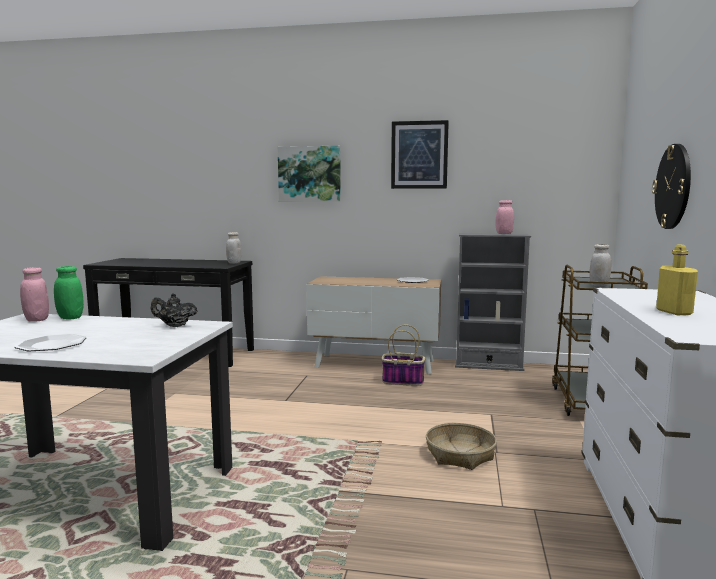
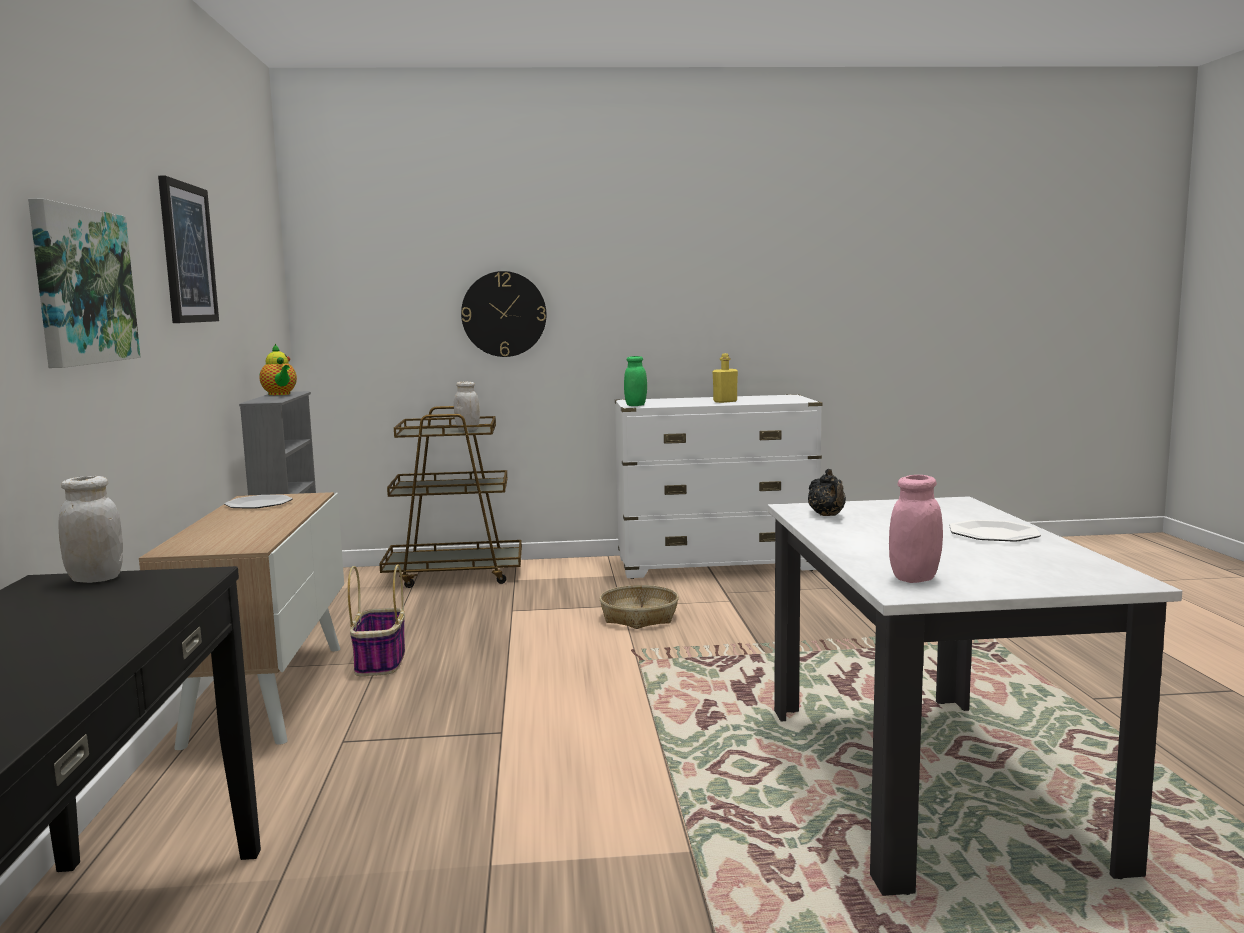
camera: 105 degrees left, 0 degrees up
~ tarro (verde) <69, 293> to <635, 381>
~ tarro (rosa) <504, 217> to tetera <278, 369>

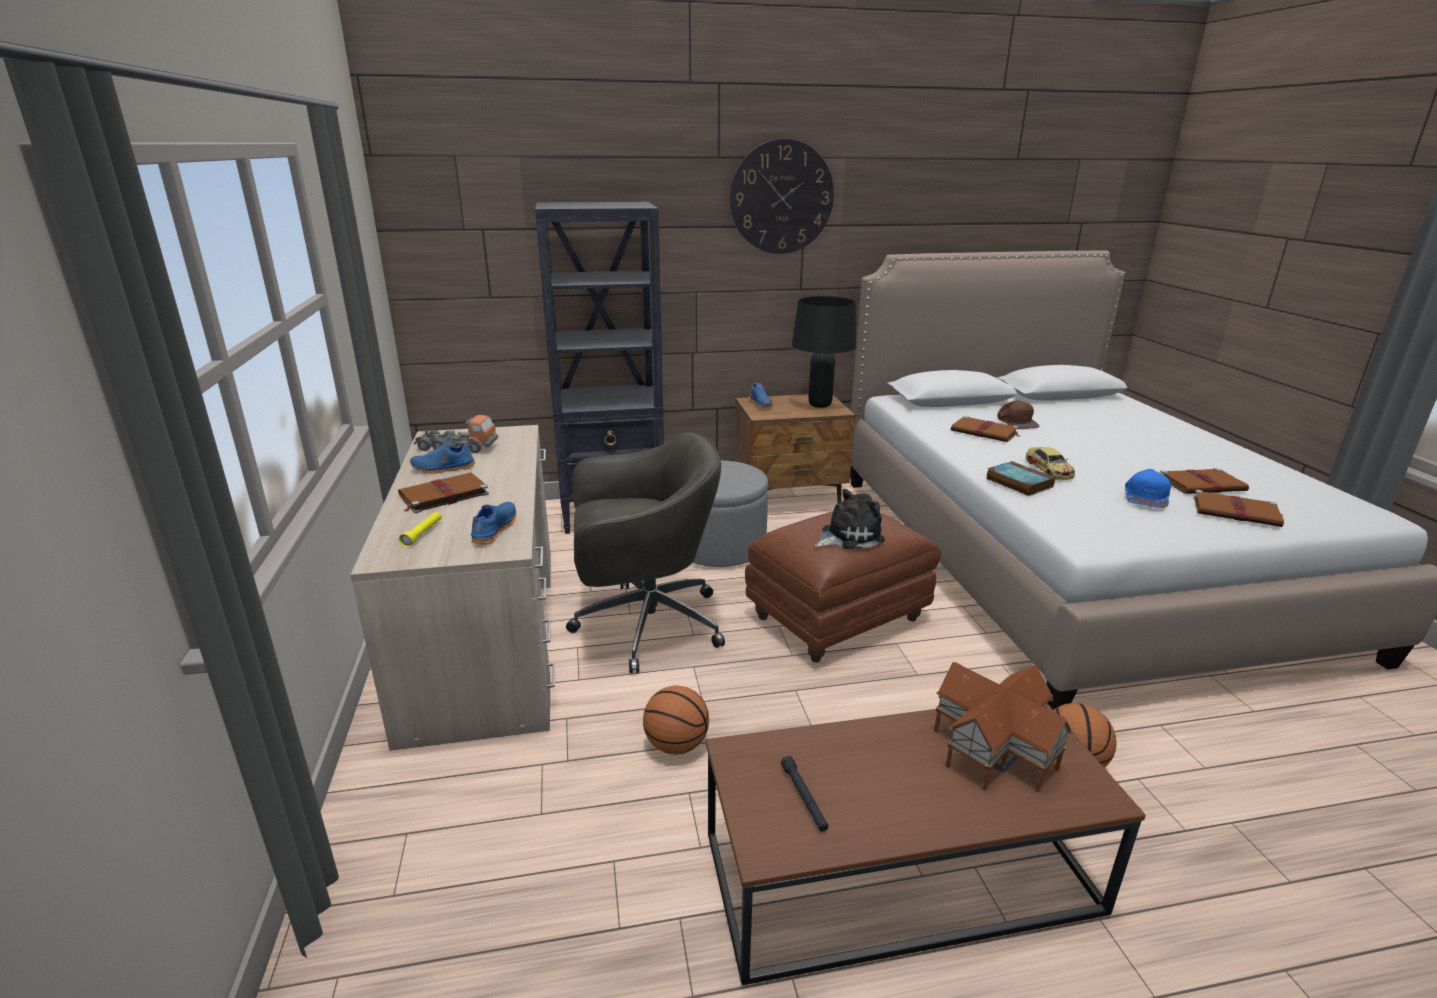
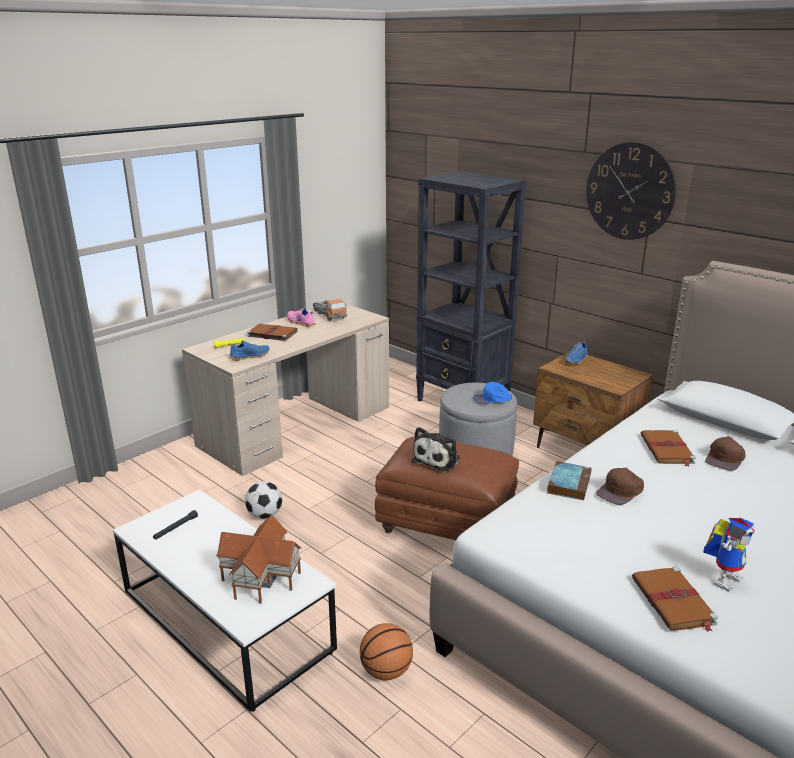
camera: 55 degrees right, 0 degrees up
- silla de oficina (gris) <645, 553>
- lámpara de mesa (negro) <824, 352>
~ gorra (azul) <1148, 488> to <492, 393>
~ balón de baloncesto <676, 720> to balón de fútbol <263, 500>
~ coche de juguete <1050, 463> to gorra (marrón) <620, 486>
~ libro (marrón) <1204, 481> to robot de juguete <729, 554>
~ zapato (azul) <442, 457> to zapato (rosa) <301, 317>
~ mesa de centro (marrón) <926, 844> to mesa de centro (blanco) <225, 601>
~ peluche <850, 519> = <436, 449> 90 degrees clockwise

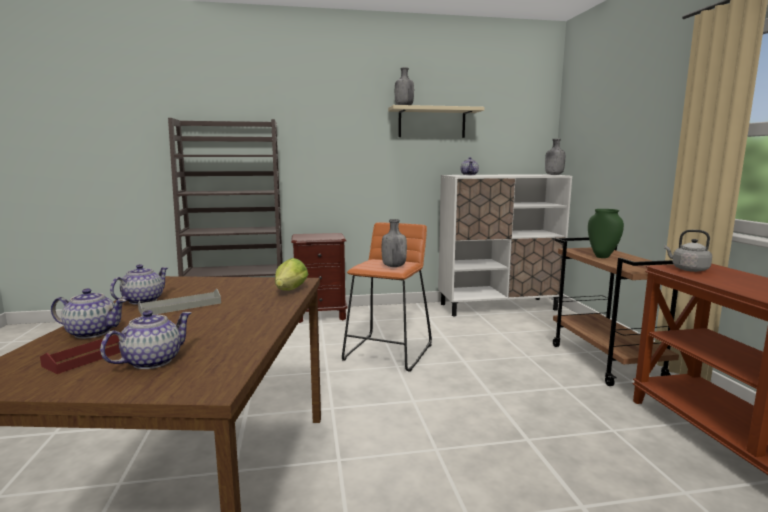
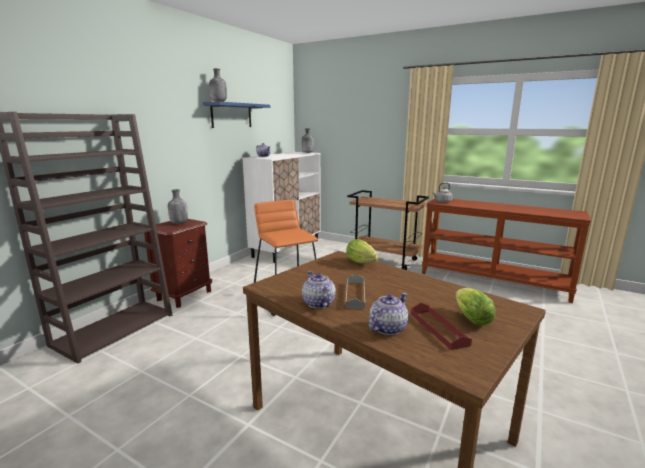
camera: 50 degrees left, 5 degrees up
- florero (verde) <606, 233>
~ botella (gris) <394, 243> to <178, 206>
~ tetera <146, 339> to lechuga <476, 306>
~ estante (beis) <436, 121> to estante (azul) <236, 115>

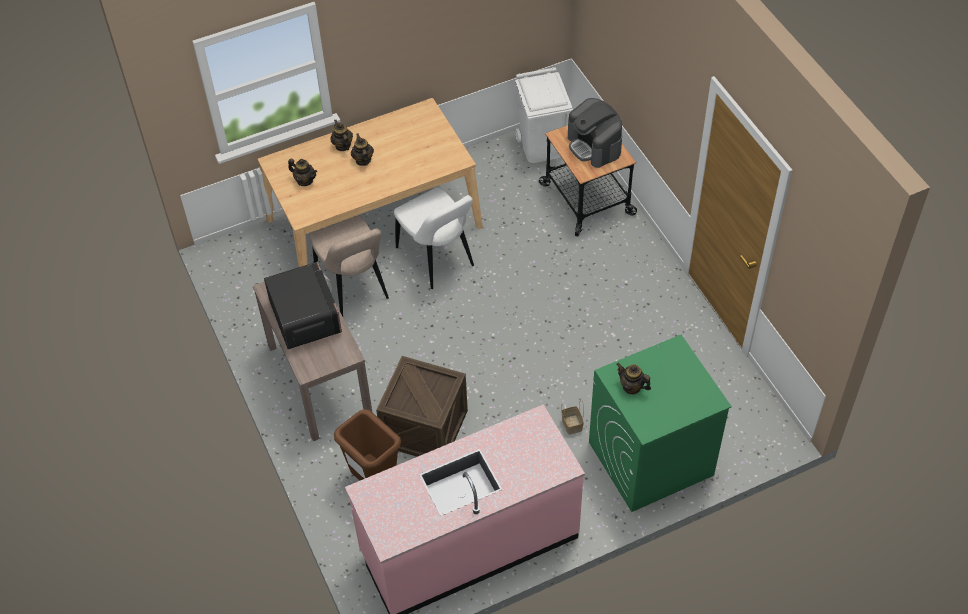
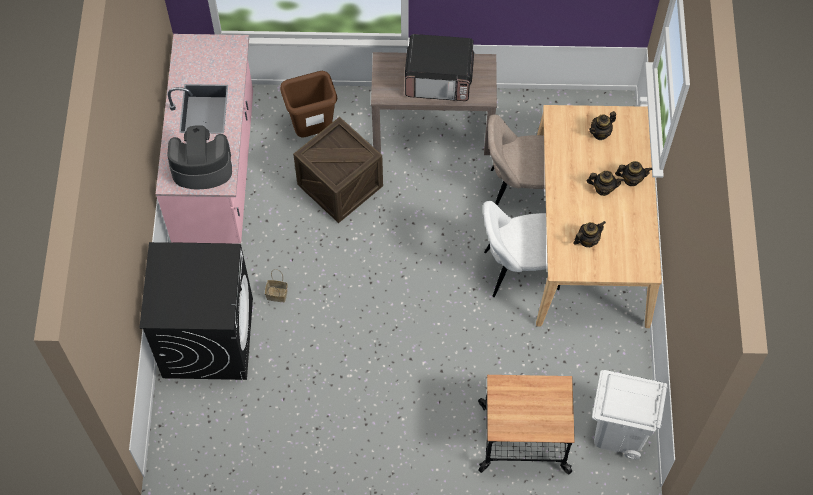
camera: 115 degrees right, 10 degrees up
~ cafetera <595, 133> to <199, 157>
~ tetera <633, 379> to <589, 234>
~ lavadora (verde) <660, 423> to lavadora (negro) <196, 311>

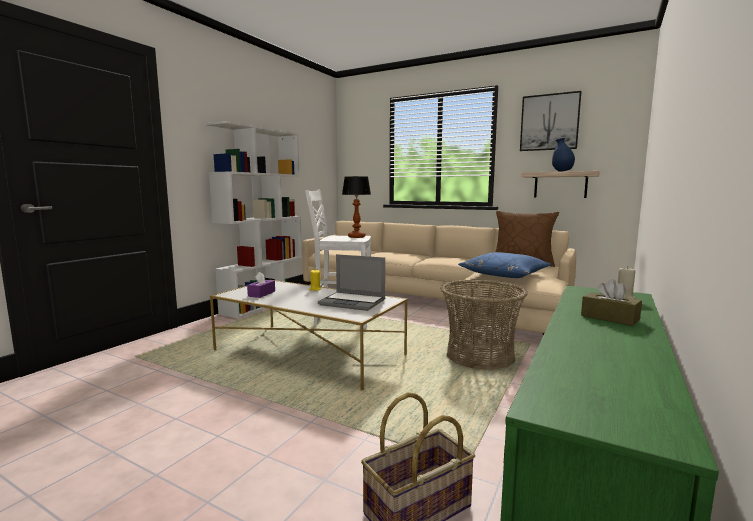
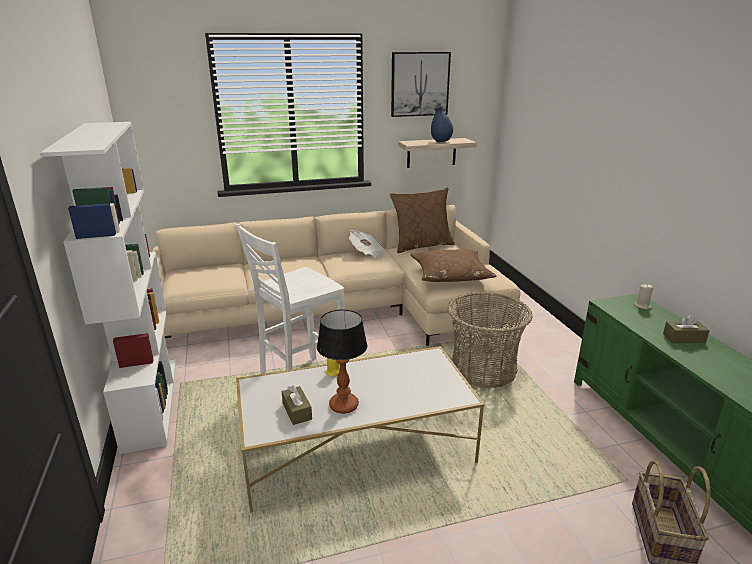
camera: 45 degrees left, 15 degrees up
- portátil <351, 282>
+ periódico <367, 244>
~ lámpara de mesa <356, 207> to <342, 362>
~ caja de pañuelos (morado) <261, 285> to caja de pañuelos (marrón) <297, 405>
~ cojín (azul) <504, 265> to cojín (marrón) <454, 265>

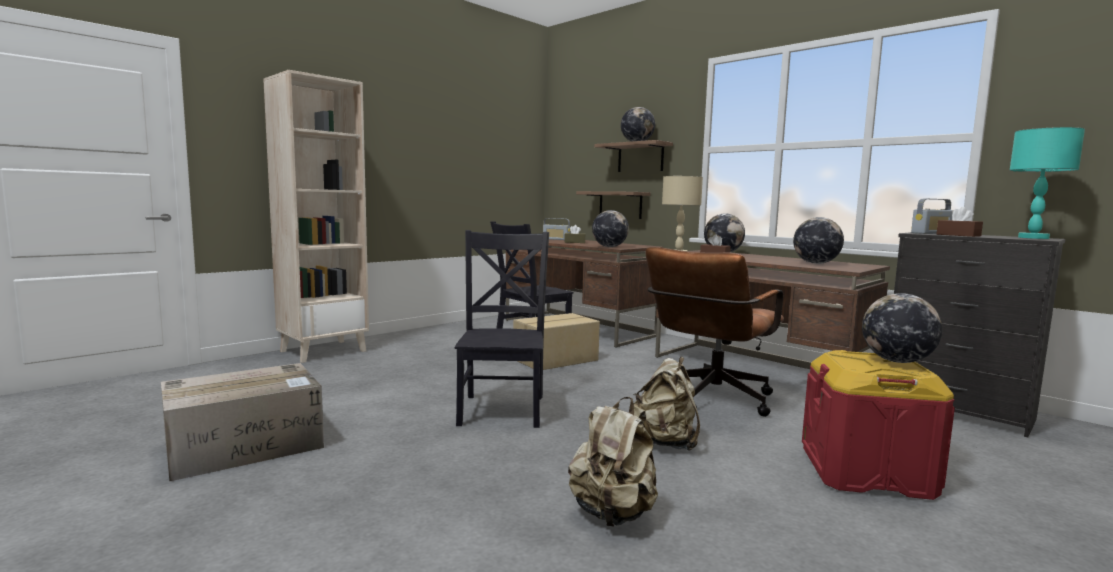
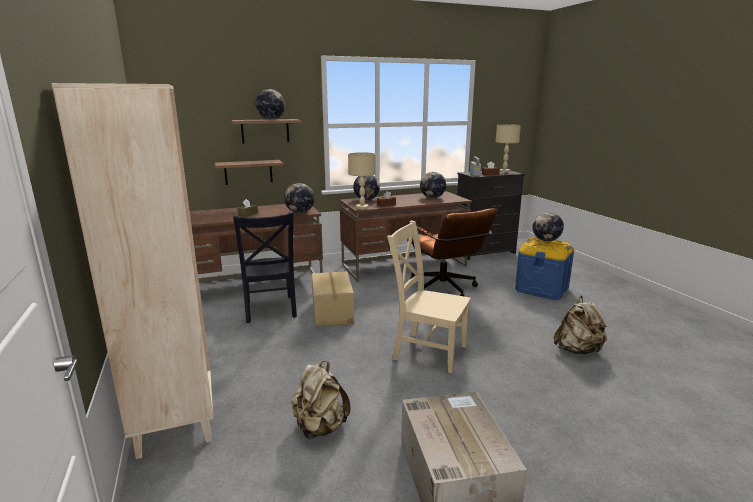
camera: 65 degrees left, 10 degrees up
- radio <556, 229>
~ mochila (beis) <666, 404> to <320, 400>
~ silla (negro) <502, 329> to silla (beis) <429, 296>
~ caja de almacenaje (rojo) <878, 425> to caja de almacenaje (azul) <544, 269>
~ lámpara de mesa (turquesa) <1047, 183> to lámpara de mesa (beis) <508, 148>

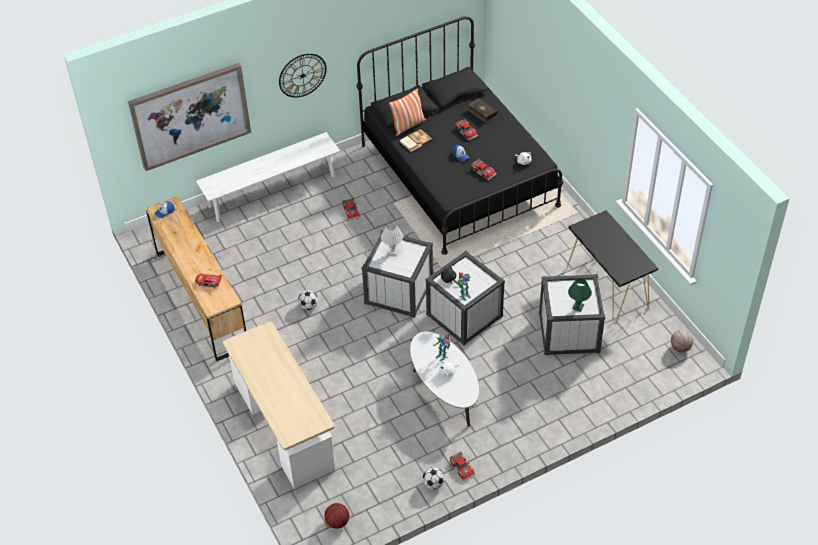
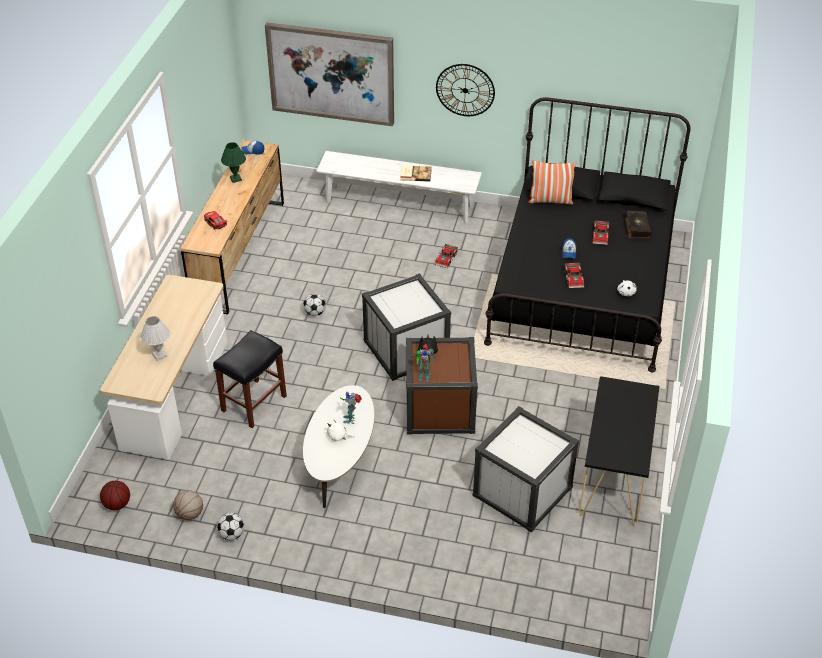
camera: 40 degrees right, 5 degrees down
- coche de juguete <462, 466>
+ taburete (negro) <250, 379>
~ lámpara de mesa (blanco) <392, 239> to <155, 338>
~ libro <416, 140> to <416, 173>
~ lámpara de mesa (verde) <580, 295> to <233, 162>
~ balón de baloncesto <682, 341> to <188, 505>
~ caja de almacenaje (blanco) <465, 298> to caja de almacenaje (marrón) <442, 386>

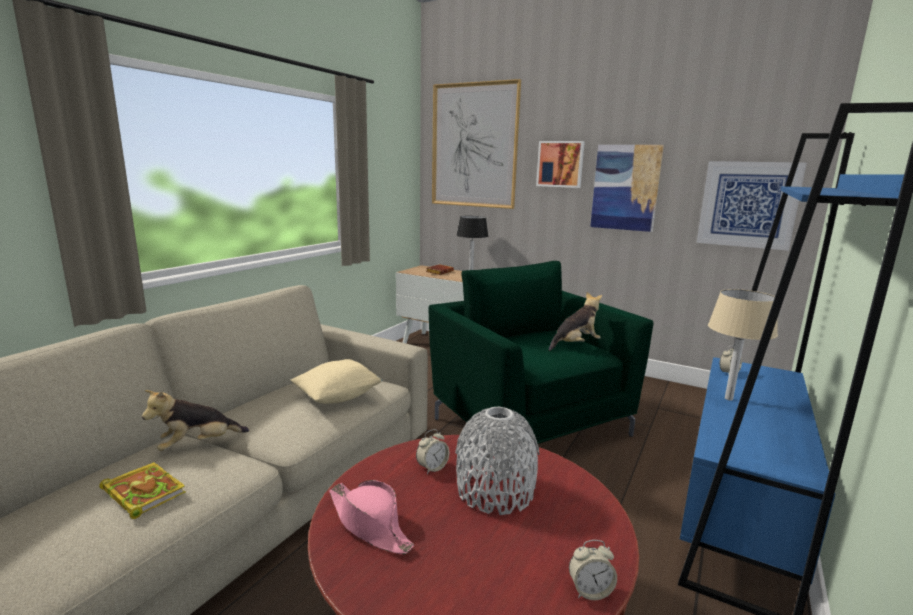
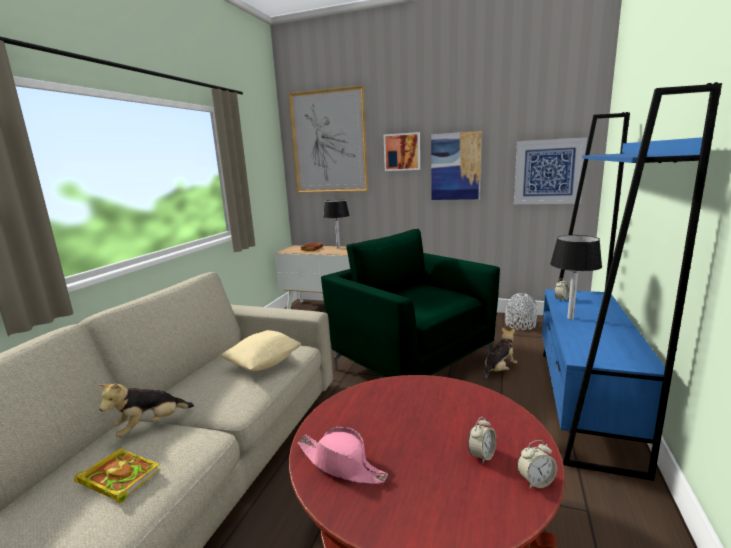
camera: 10 degrees left, 0 degrees up
~ despertador <432, 451> to <482, 440>
~ florero (gris) <497, 461> to <521, 311>
~ peluche <575, 321> to <500, 354>
~ lámpara de mesa (beis) <743, 345> to lámpara de mesa (negro) <576, 277>

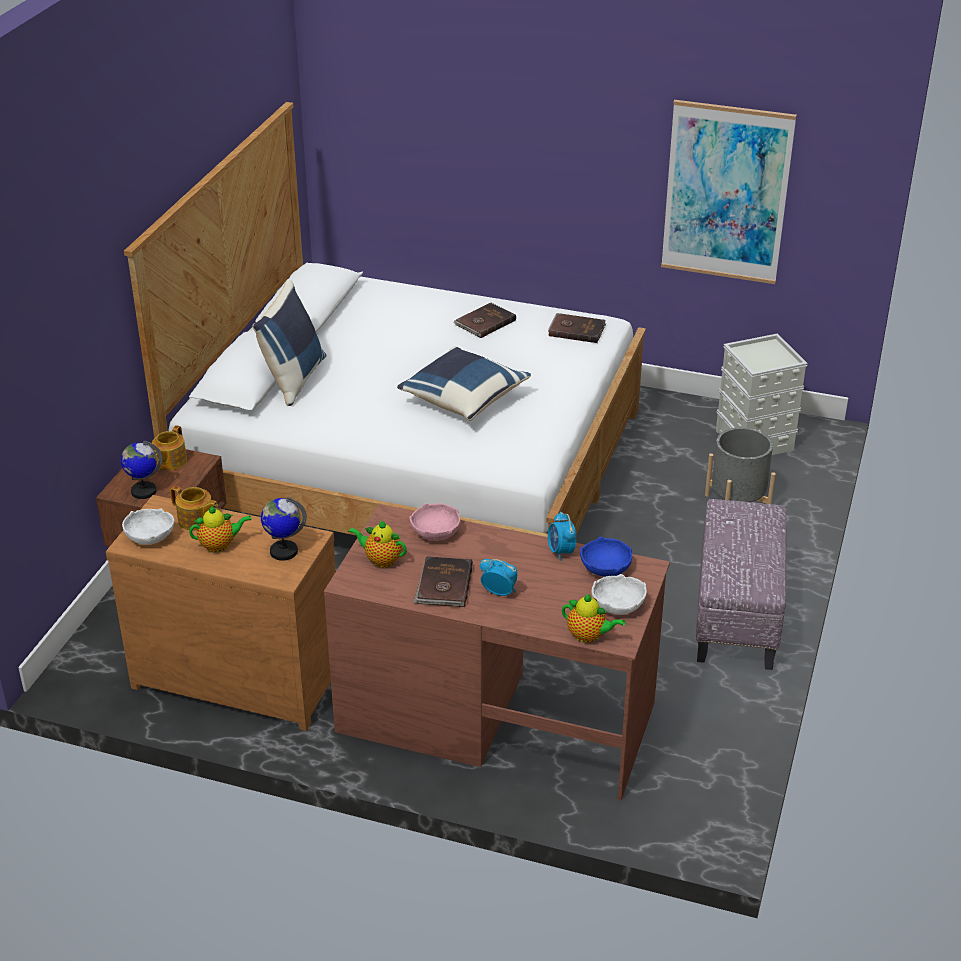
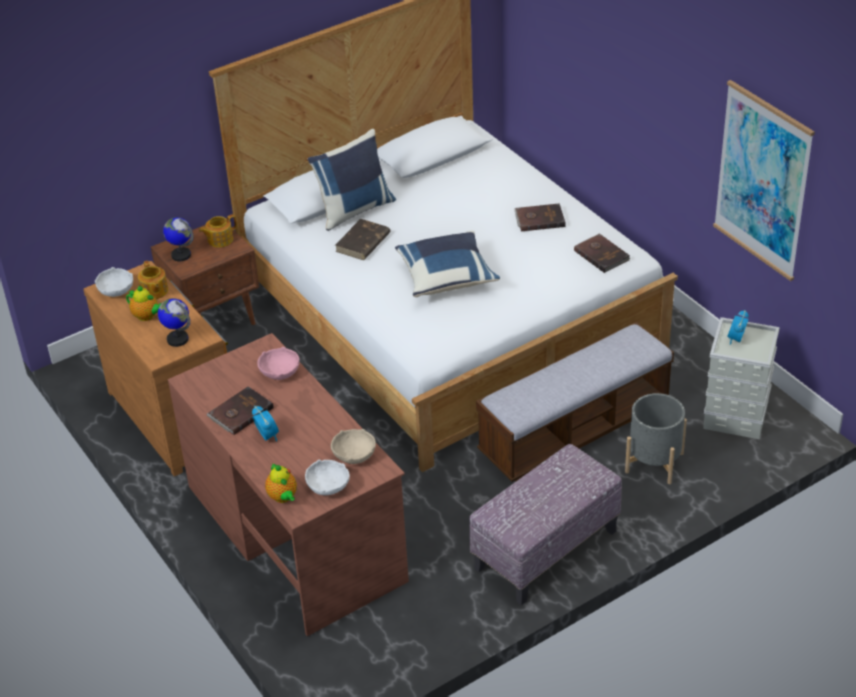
camera: 40 degrees right, 5 degrees up
- tetera <377, 544>
+ libro (marrón) <363, 239>
+ banco <575, 402>
~ despertador <562, 536> to <738, 327>
~ cuenco (azul) <606, 557> to cuenco (beis) <353, 446>

